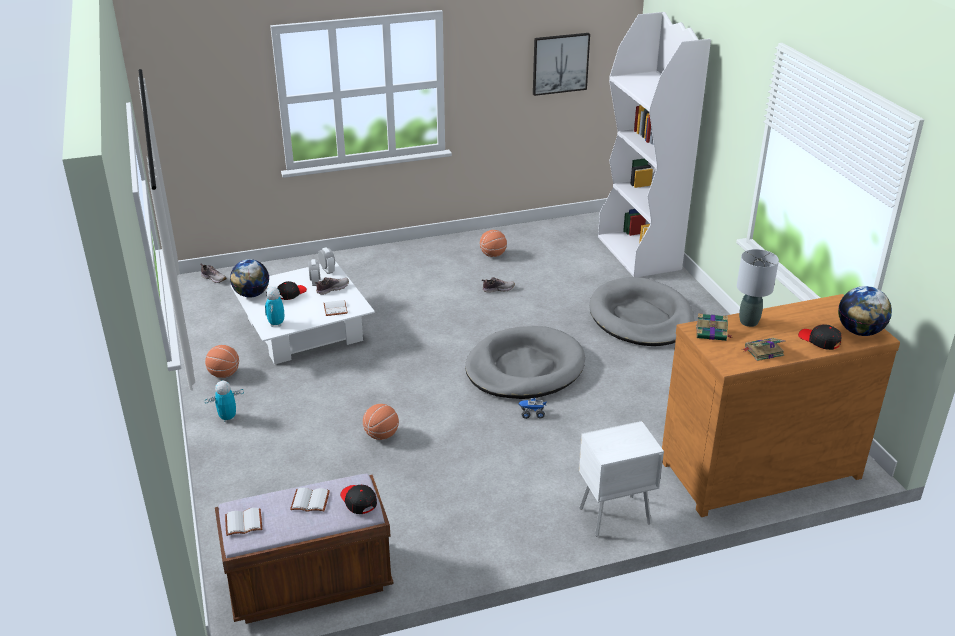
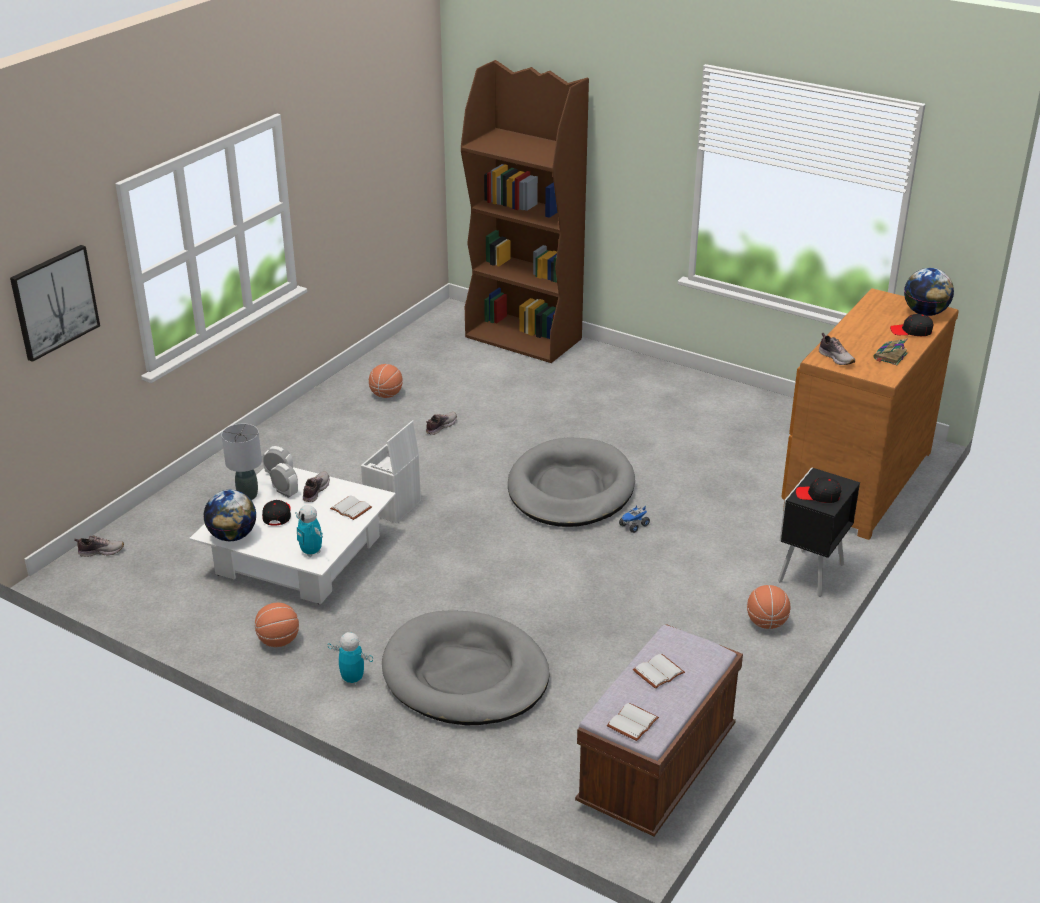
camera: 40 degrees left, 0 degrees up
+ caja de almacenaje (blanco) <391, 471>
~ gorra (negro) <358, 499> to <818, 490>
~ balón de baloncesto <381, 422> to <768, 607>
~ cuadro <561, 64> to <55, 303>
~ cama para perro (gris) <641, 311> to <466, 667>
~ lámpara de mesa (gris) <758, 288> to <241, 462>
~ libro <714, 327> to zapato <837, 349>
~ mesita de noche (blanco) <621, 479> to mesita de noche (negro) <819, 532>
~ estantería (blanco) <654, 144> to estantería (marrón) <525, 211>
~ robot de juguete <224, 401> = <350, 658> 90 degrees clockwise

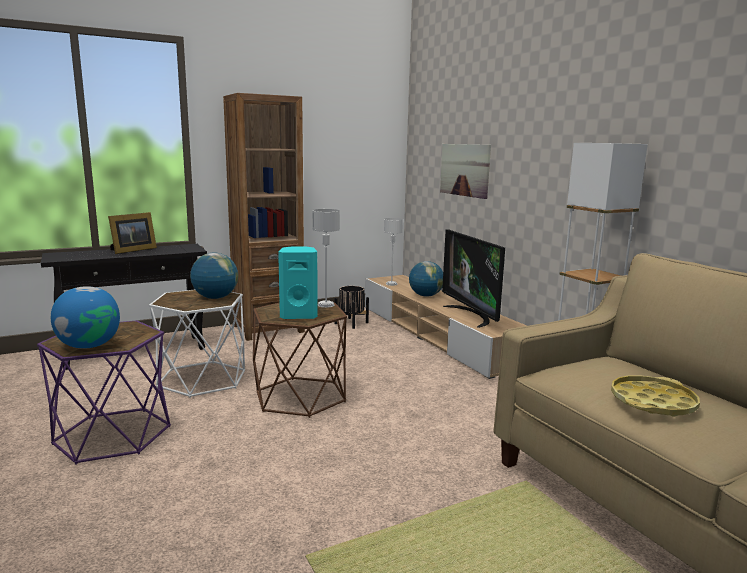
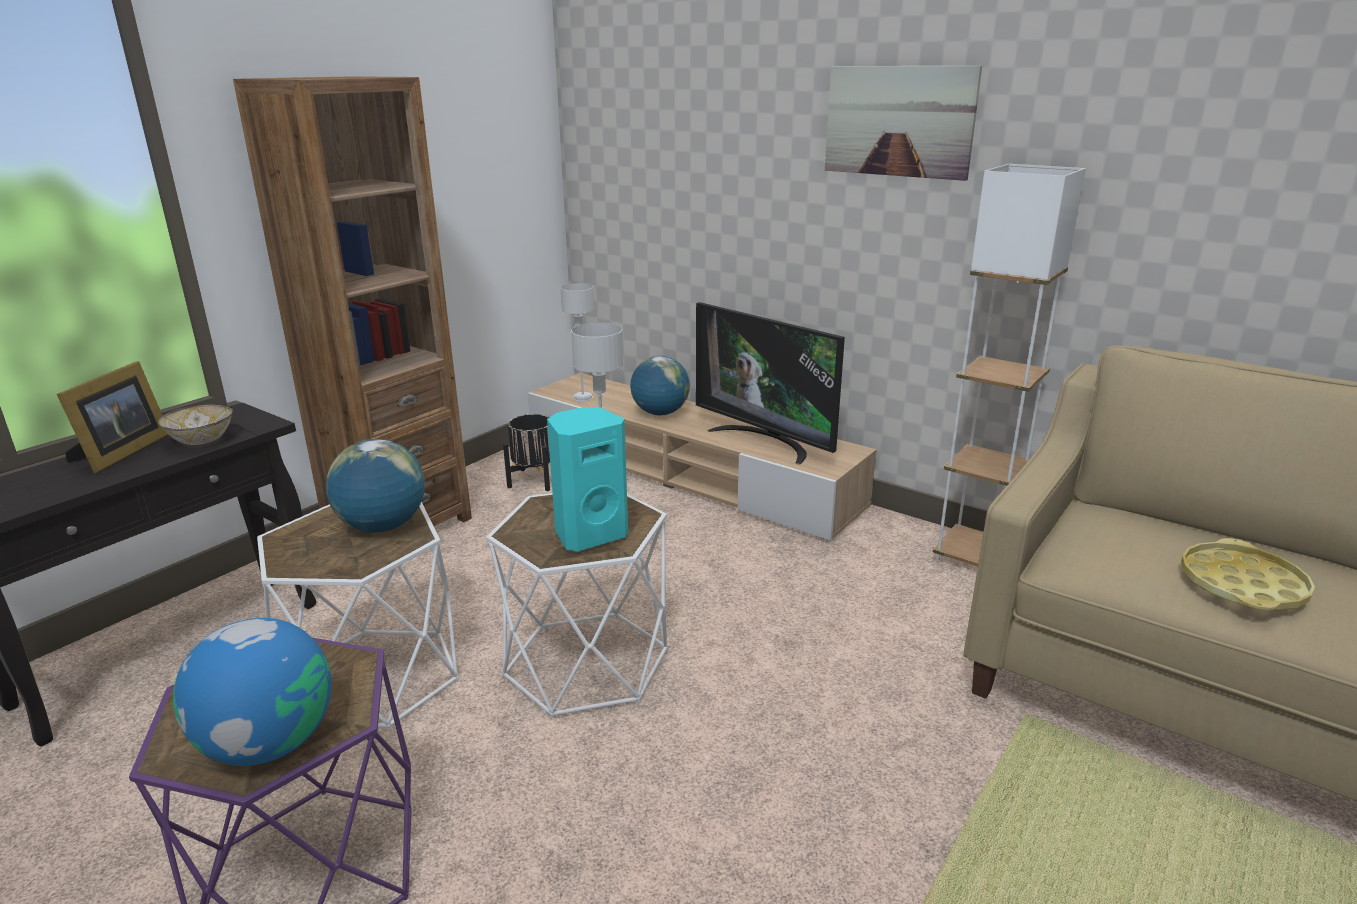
camera: 25 degrees left, 10 degrees up
+ cuenco <195, 425>
~ cuadro <465, 171> to <903, 123>
~ mesa auxiliar (marrón) <300, 360> to mesa auxiliar (blanco) <577, 605>

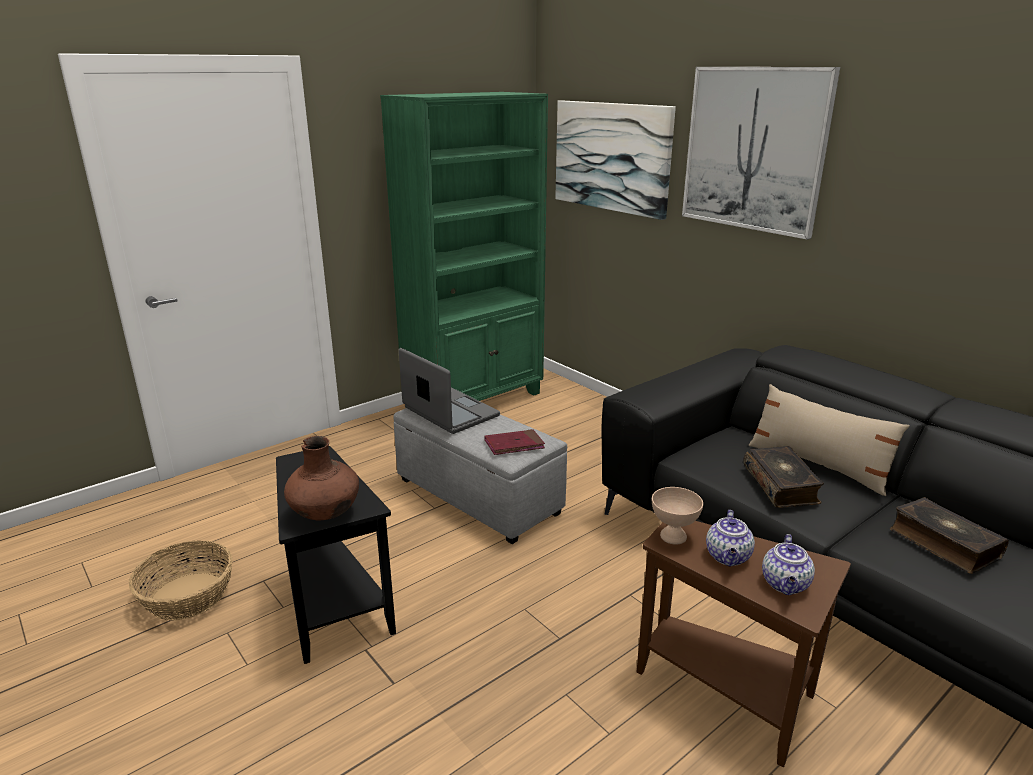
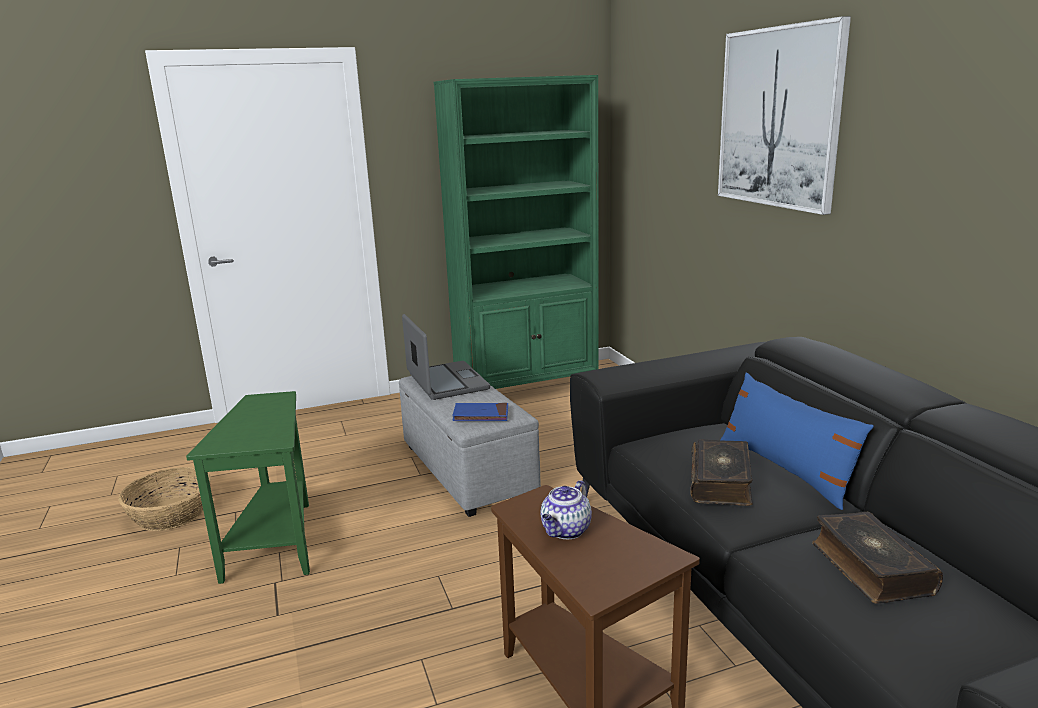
camera: 20 degrees right, 5 degrees down
- florero (marrón) <321, 478>
- cuadro <615, 160>
- cuenco (beis) <677, 516>
- tetera <788, 564>
~ mesa auxiliar (negro) <336, 555> to mesa auxiliar (verde) <248, 487>
~ libro (rojo) <514, 442> to libro (azul) <480, 412>
~ cojín (beis) <829, 440> to cojín (azul) <797, 441>

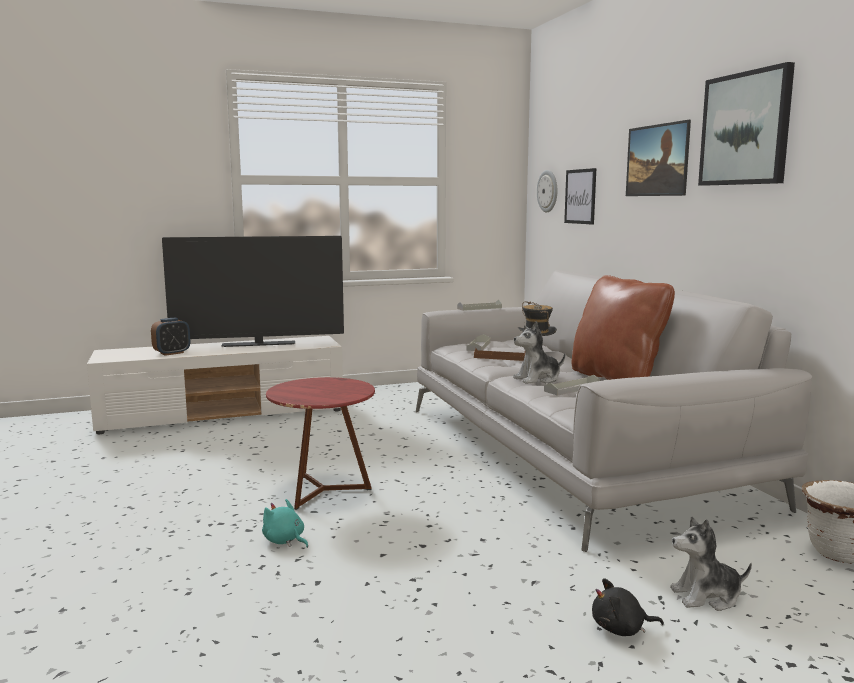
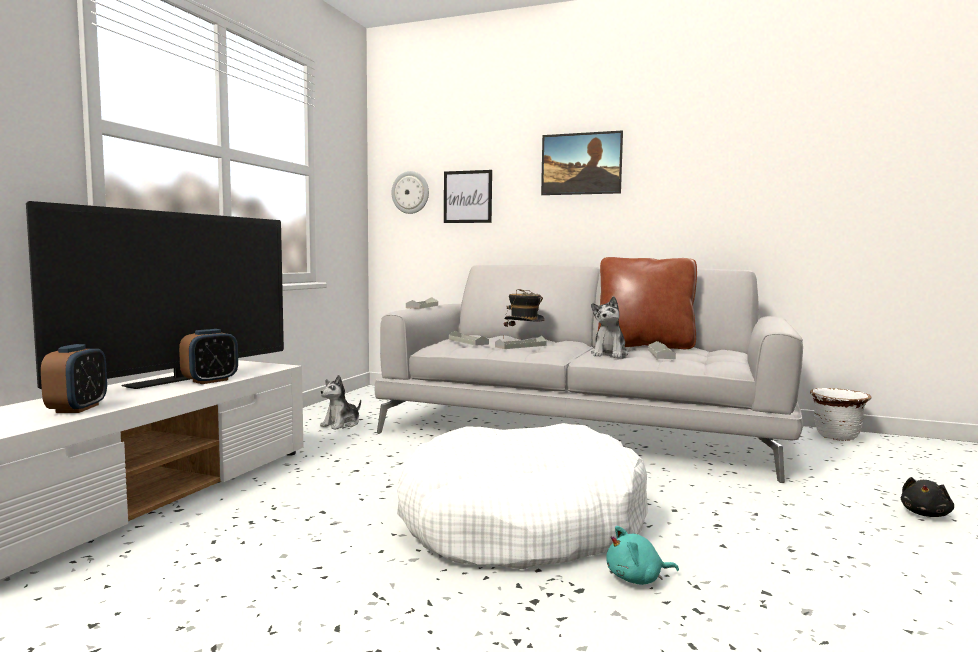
camera: 50 degrees left, 5 degrees down
- cuadro <746, 124>
+ despertador <208, 356>
~ peluche <711, 563> to <340, 402>
~ mesa auxiliar (rojo) <320, 443> to cama para perro (blanco) <522, 496>
~ bandeja (marrón) <499, 354> to bandeja (gris) <521, 342>

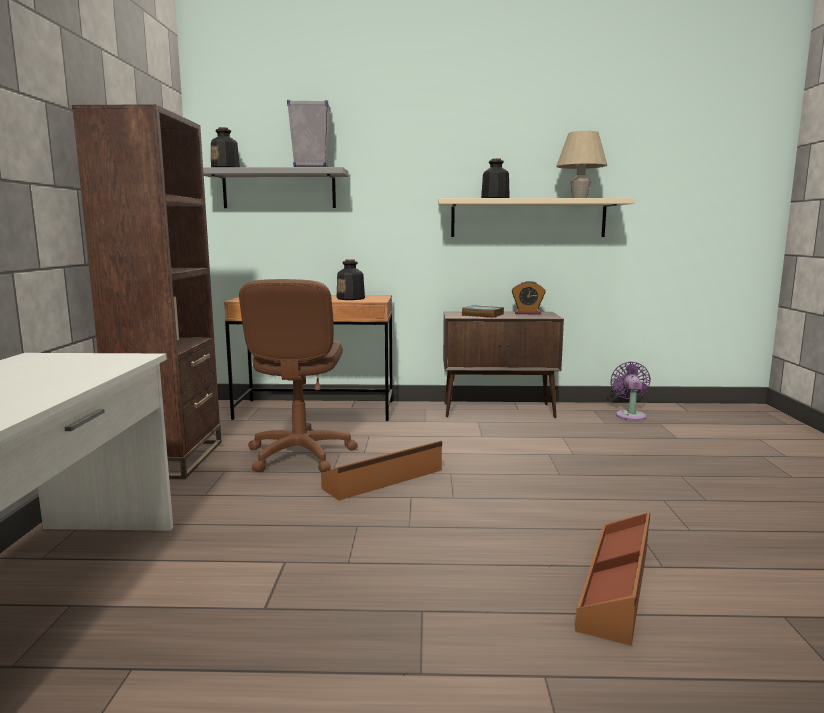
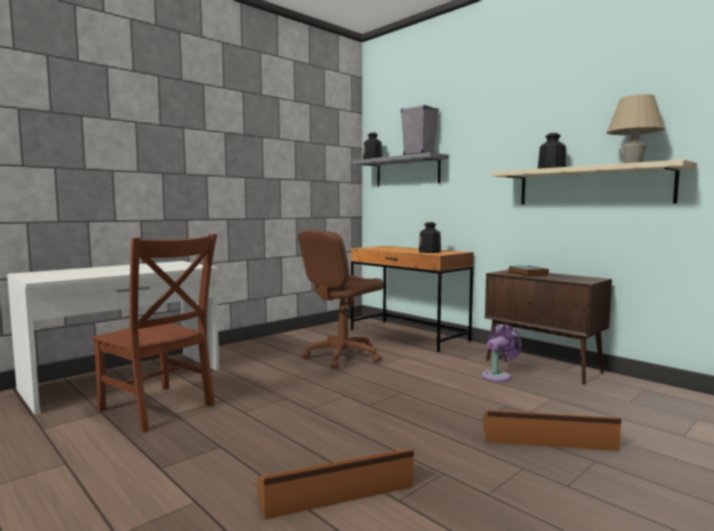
camera: 45 degrees right, 5 degrees down
- estantería (marrón) <146, 291>
- despertador <529, 298>
+ silla (marrón) <154, 333>
~ caja de almacenaje (marrón) <381, 471> to <552, 430>
~ ventilador (morado) <631, 391> to <502, 353>

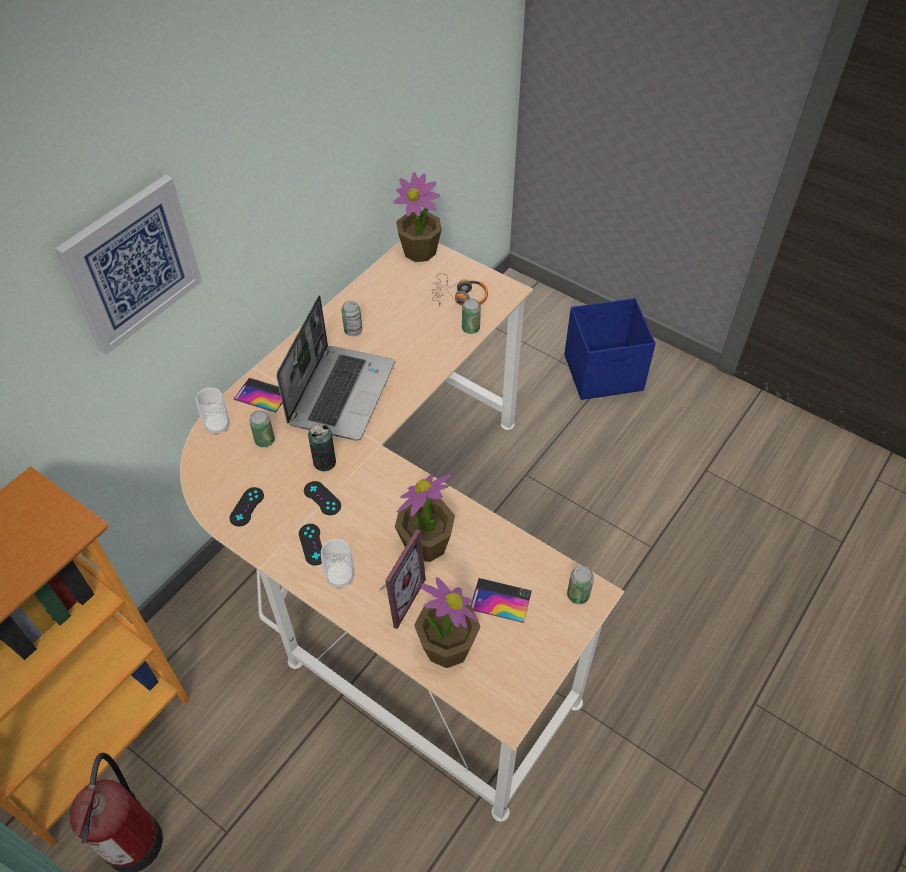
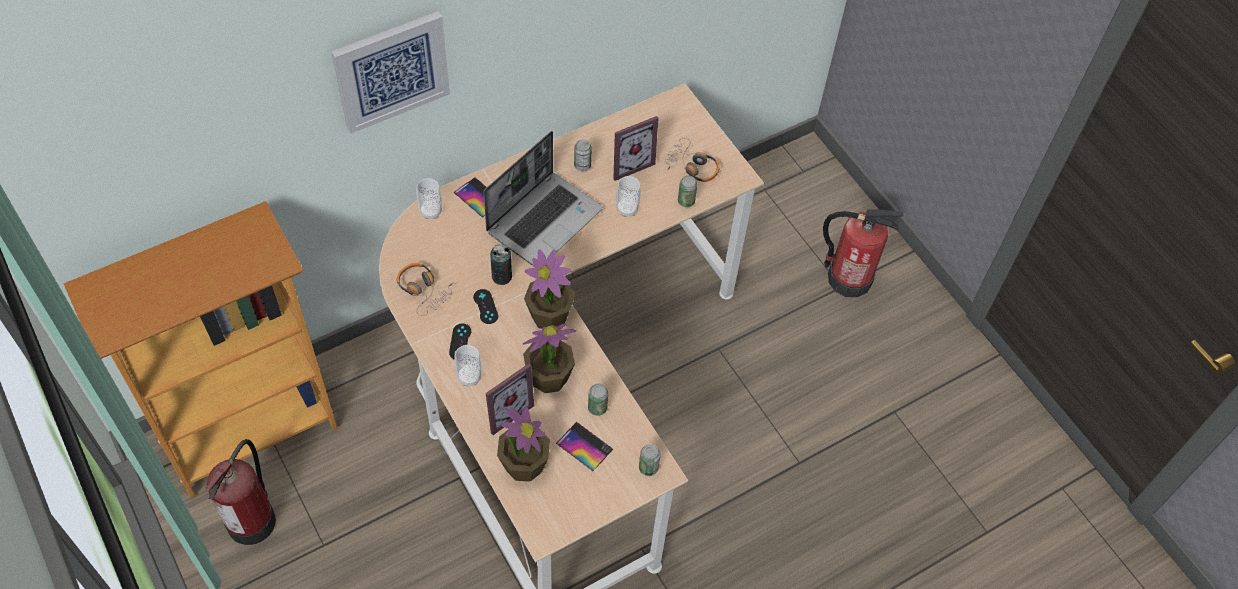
camera: 20 degrees right, 5 degrees up
+ portarretratos <636, 148>
+ taza <628, 196>
~ lata <262, 428> to <598, 400>
~ planta en maceta <417, 217> to <549, 289>
~ mando de consola (negro) <246, 506> to auriculares <425, 289>
~ caja de almacenaje (azul) <610, 349> to extintor <863, 253>

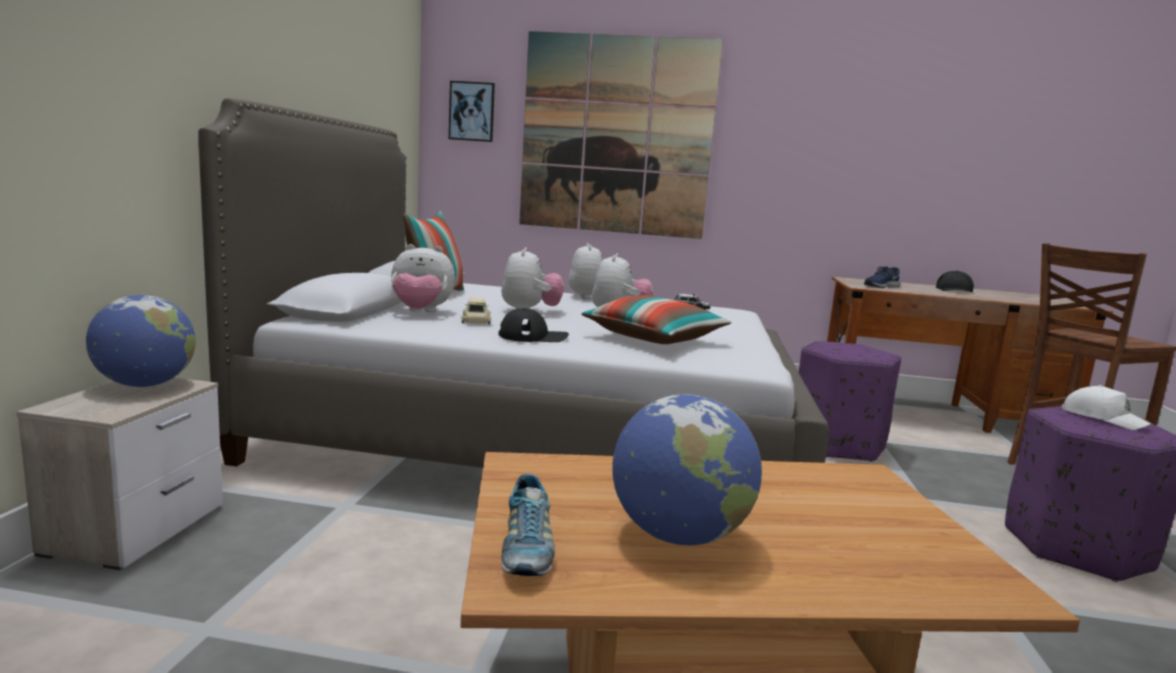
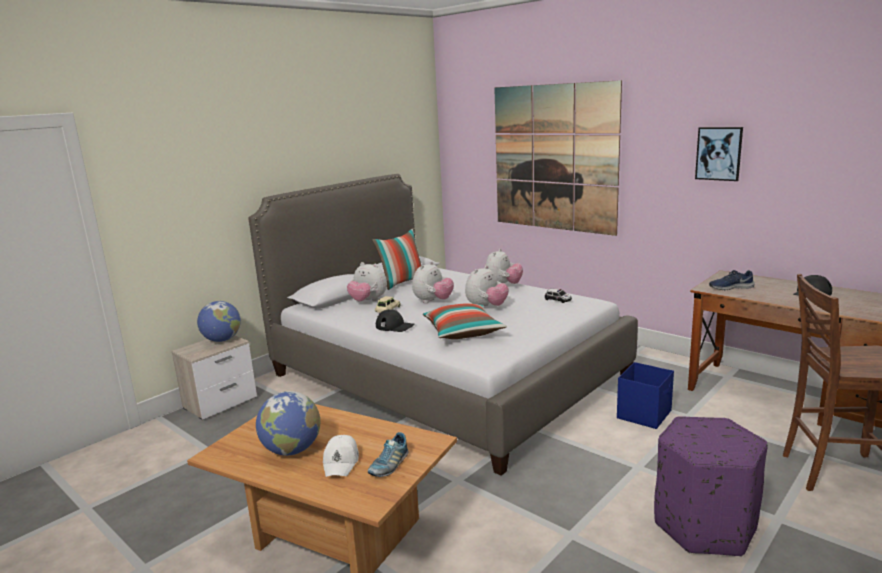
camera: 35 degrees right, 5 degrees up
~ cuadro <472, 111> to <719, 154>
~ zapato <528, 525> to <388, 454>
~ gorra (blanco) <1106, 407> to <341, 456>
~ puf (morado) <850, 401> to caja de almacenaje (azul) <645, 395>

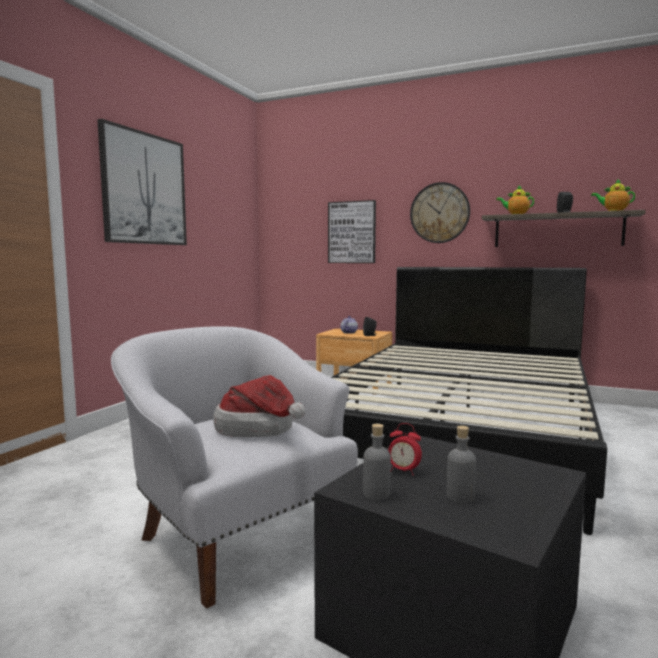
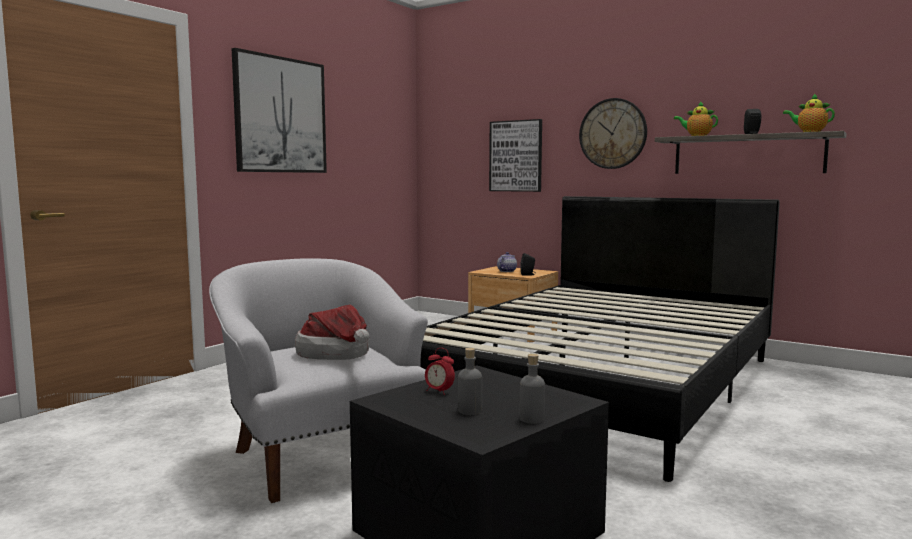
camera: 10 degrees right, 0 degrees up
~ botella (gris) <377, 462> to <532, 389>

